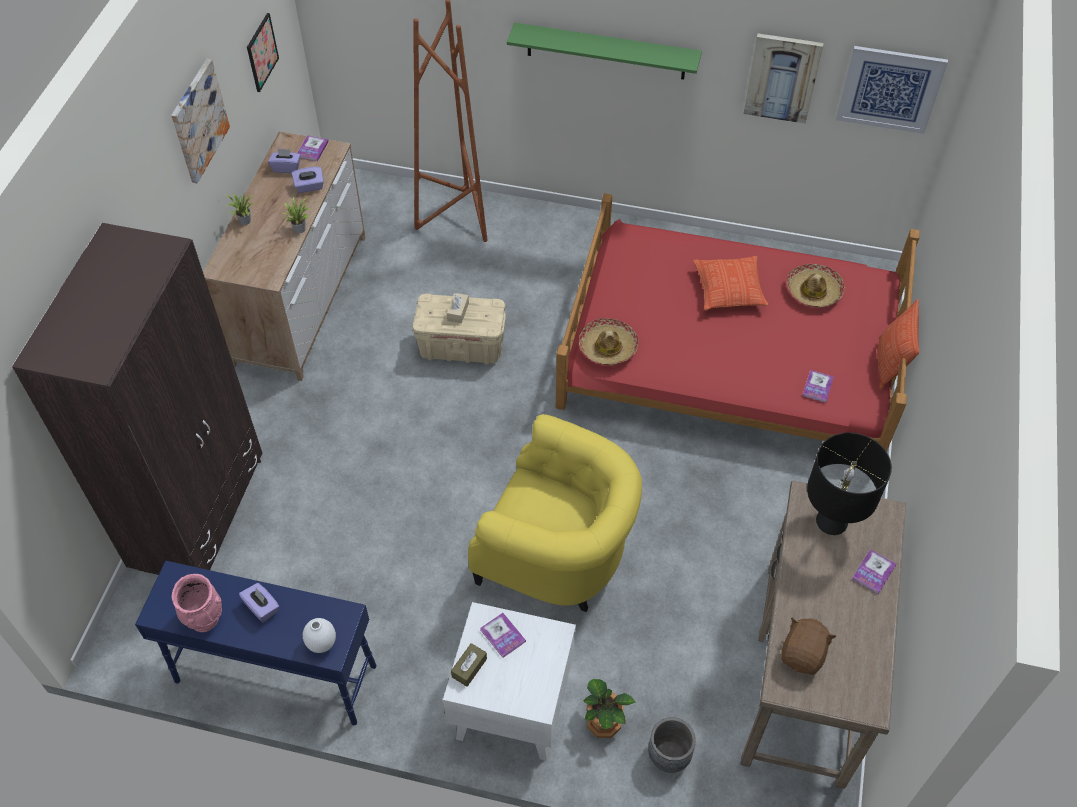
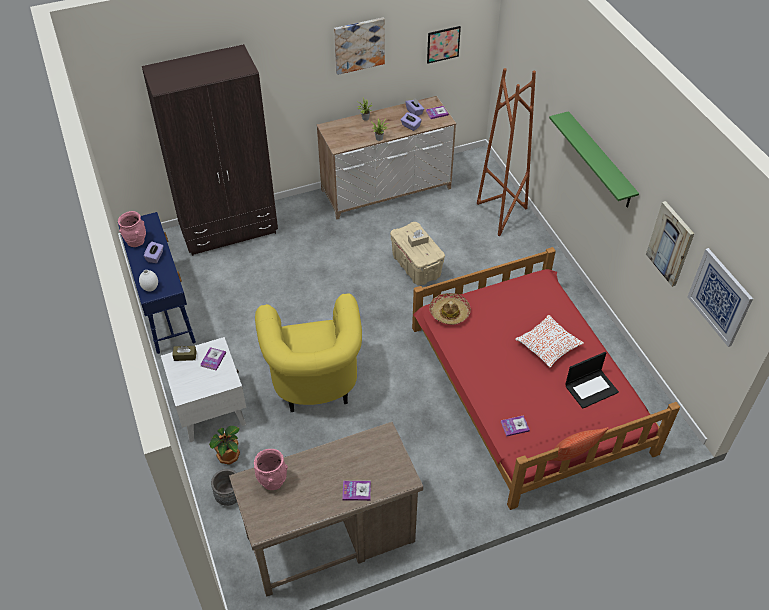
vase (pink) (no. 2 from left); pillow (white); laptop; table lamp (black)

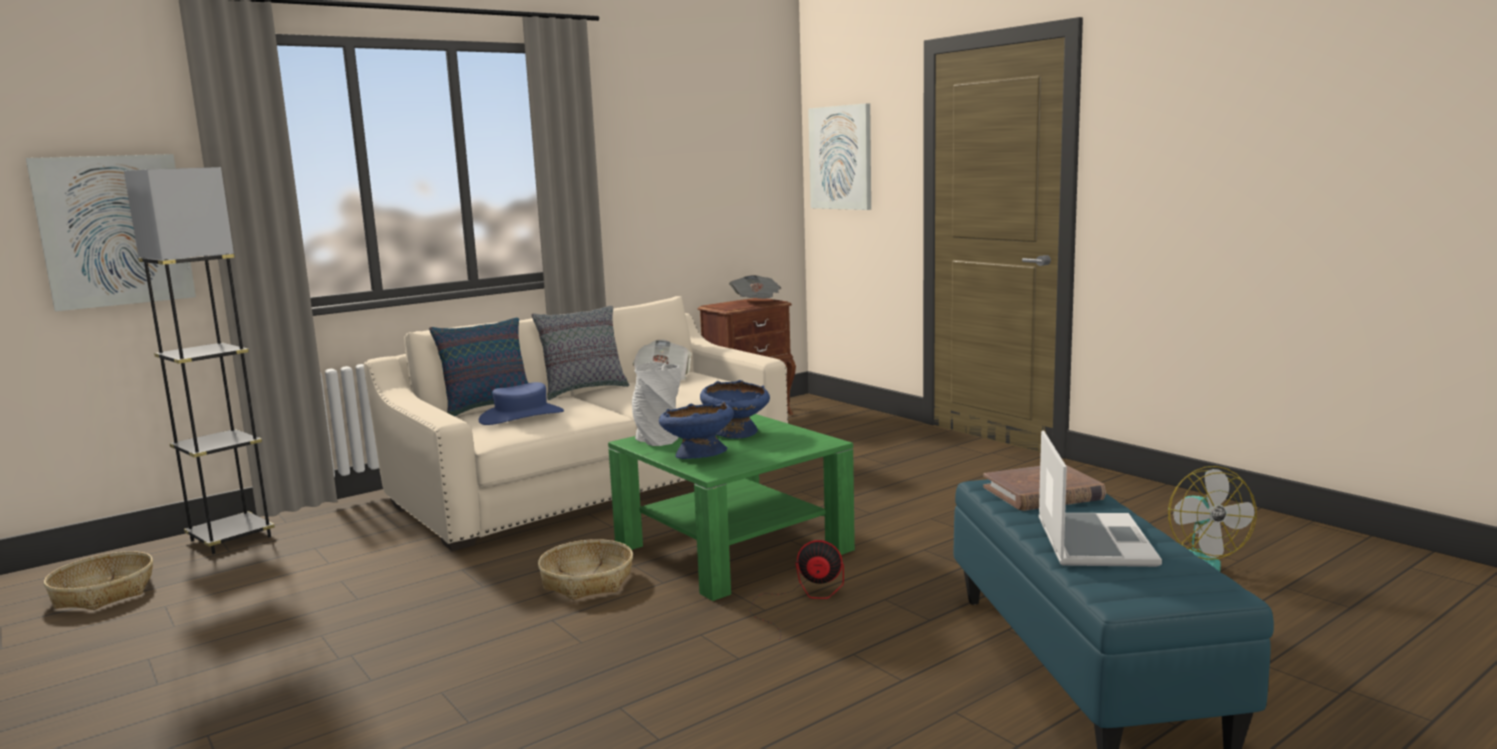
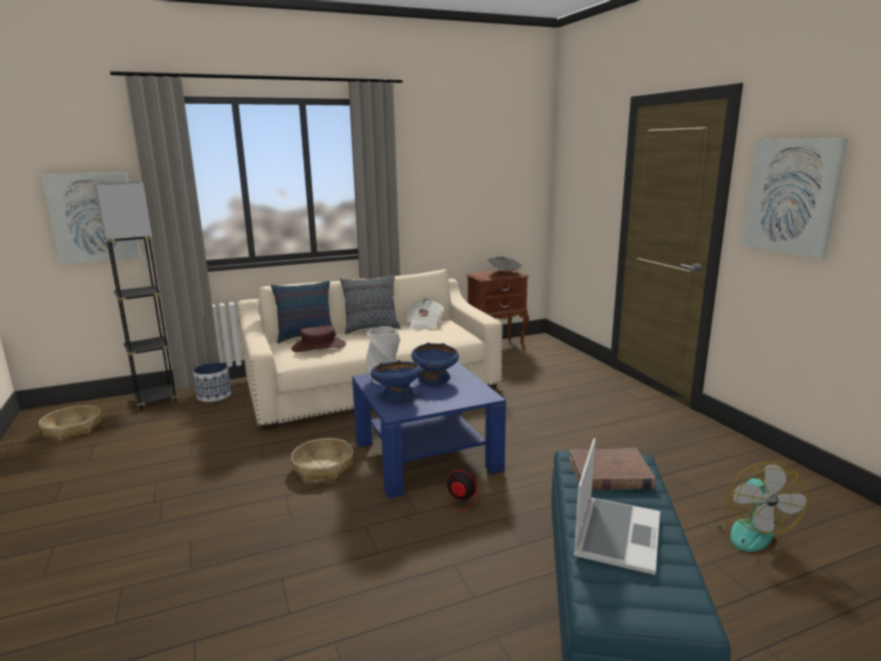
planter; hat (brown); coffee table (blue); picture (no. 2 from left)

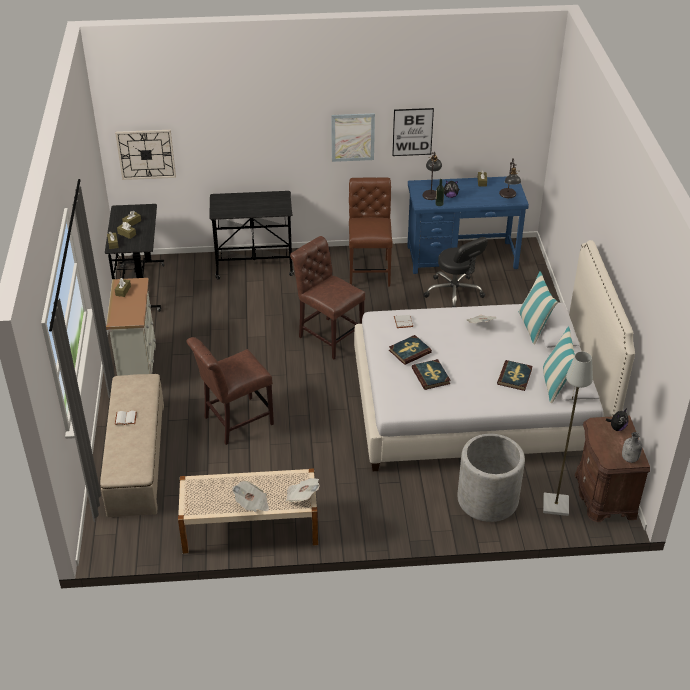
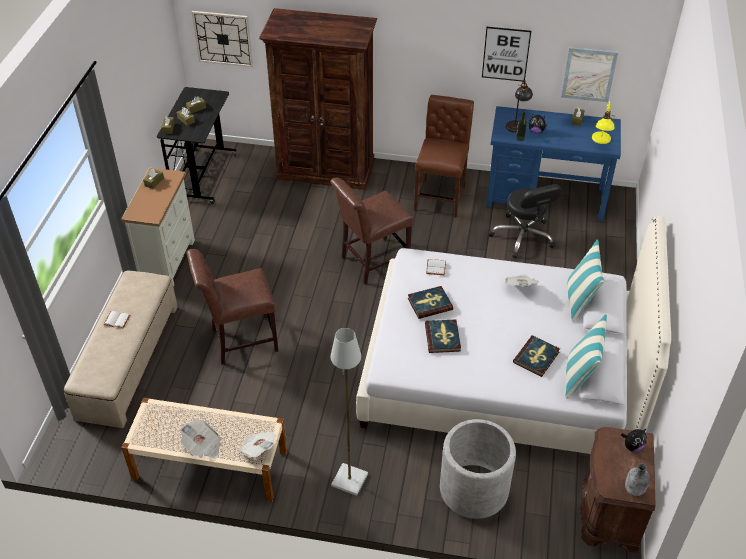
wardrobe (brown); chair (brown) (no. 2 from left); floor lamp (grey); picture (no. 2 from left); table lamp (yellow)

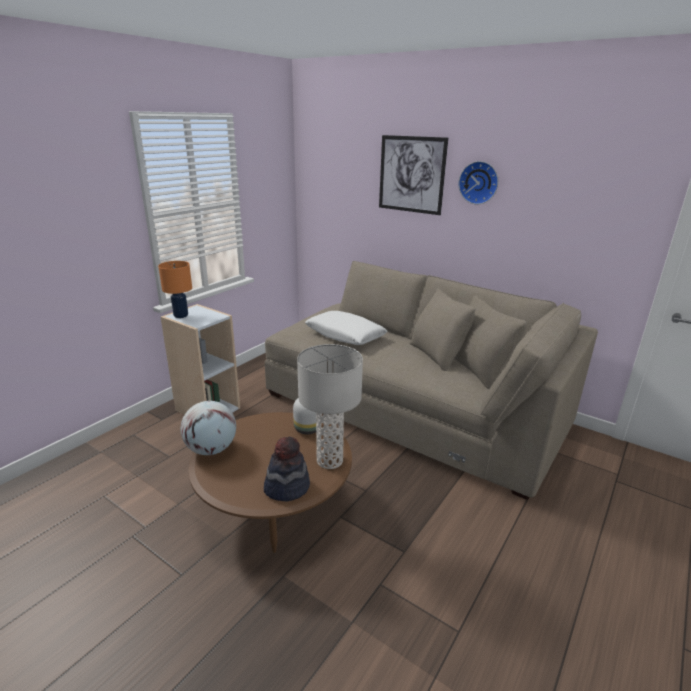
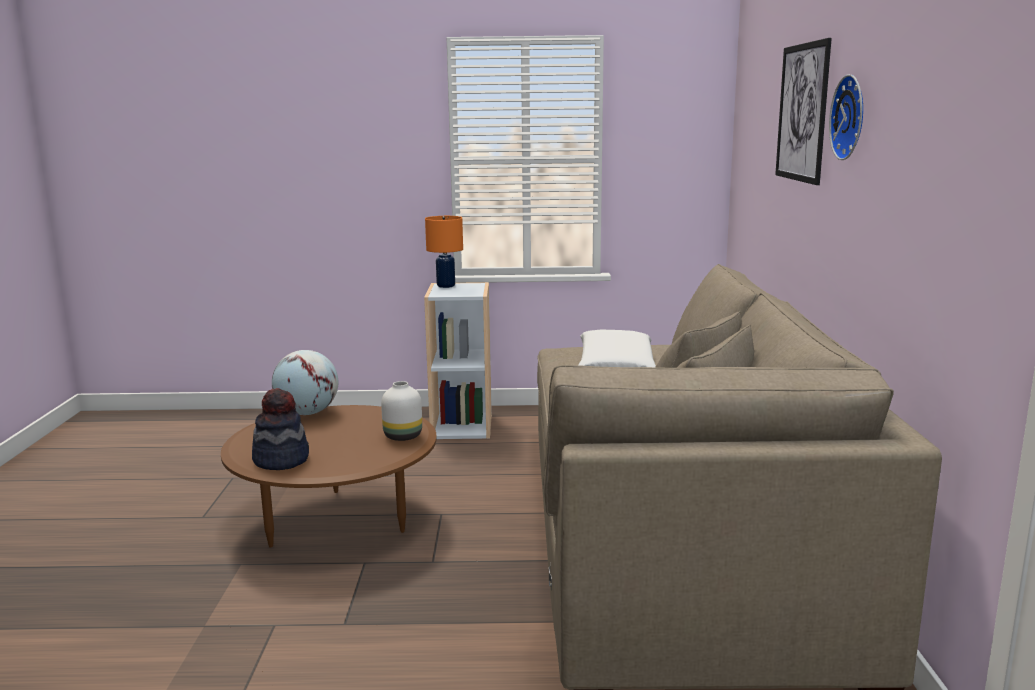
table lamp (white)

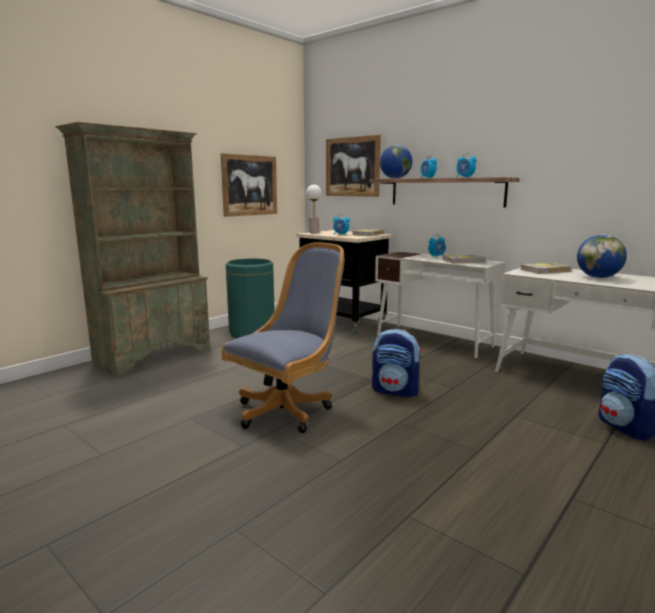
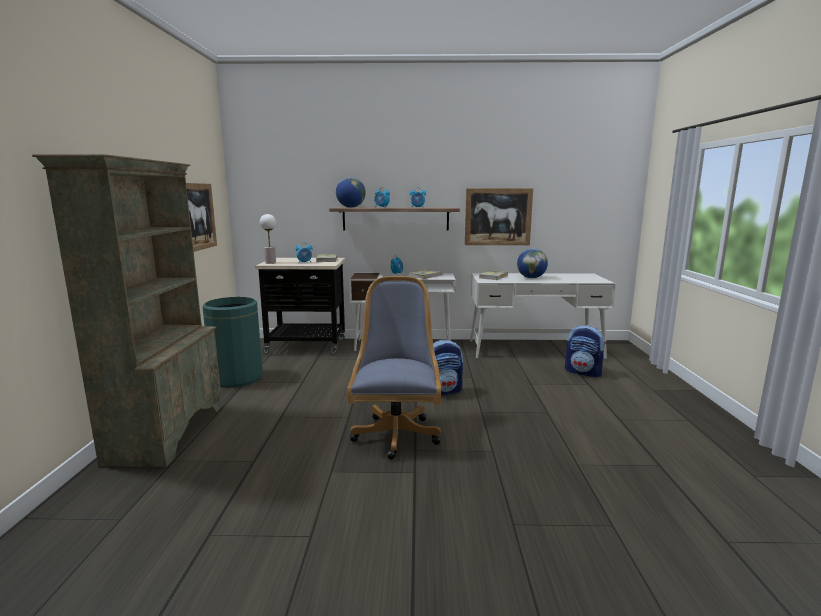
picture (no. 2 from left)

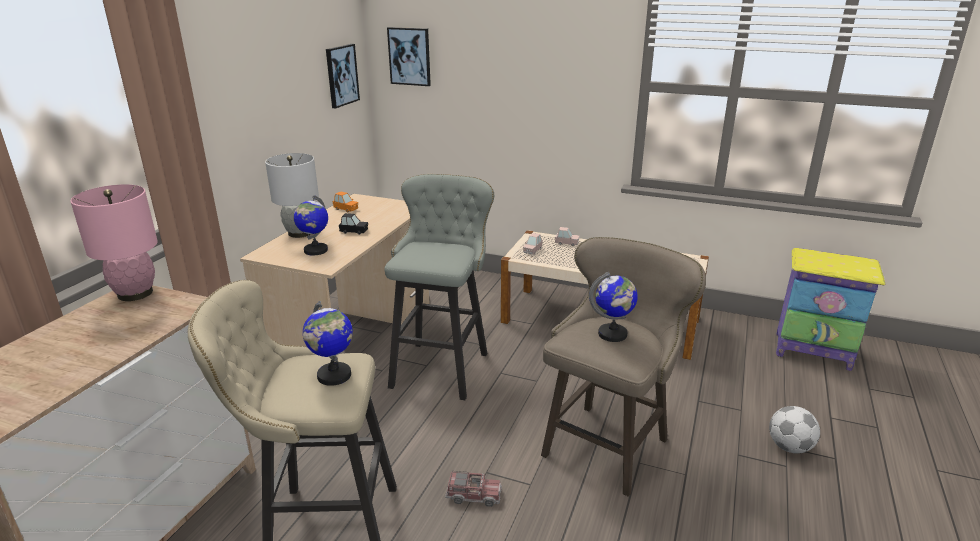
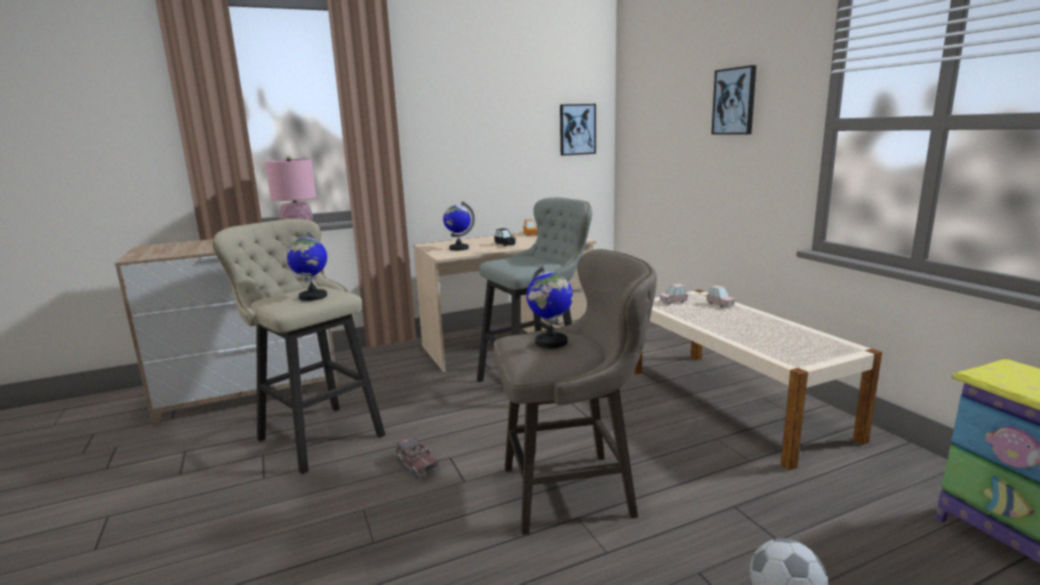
picture (no. 2 from left); table lamp (white)

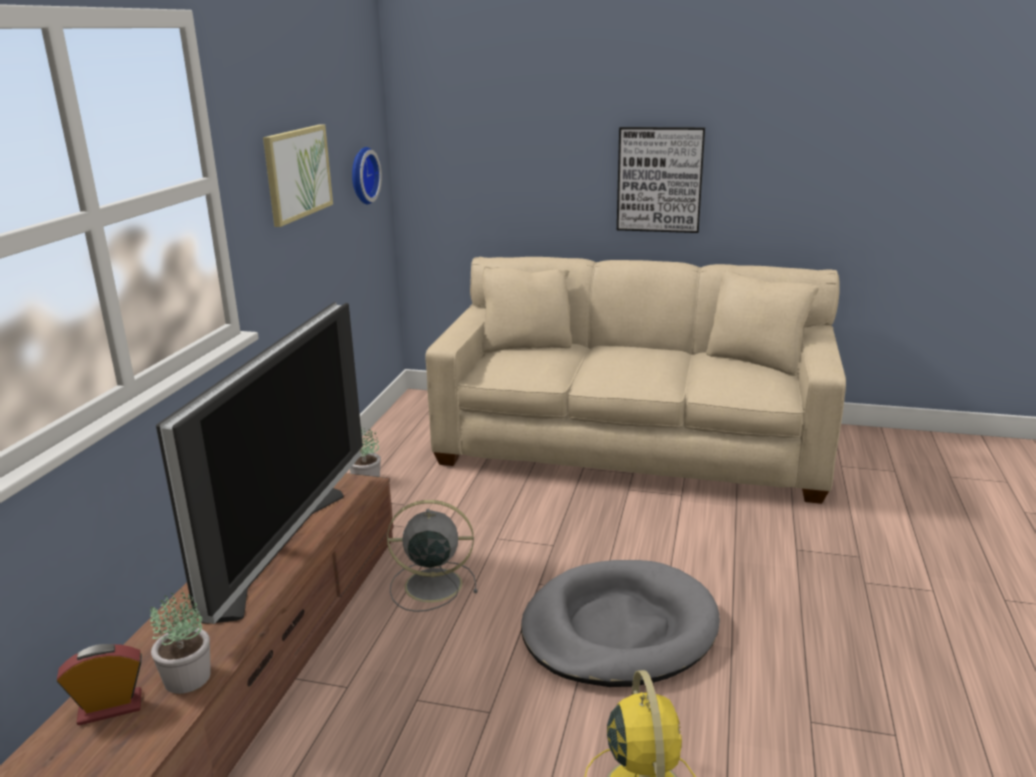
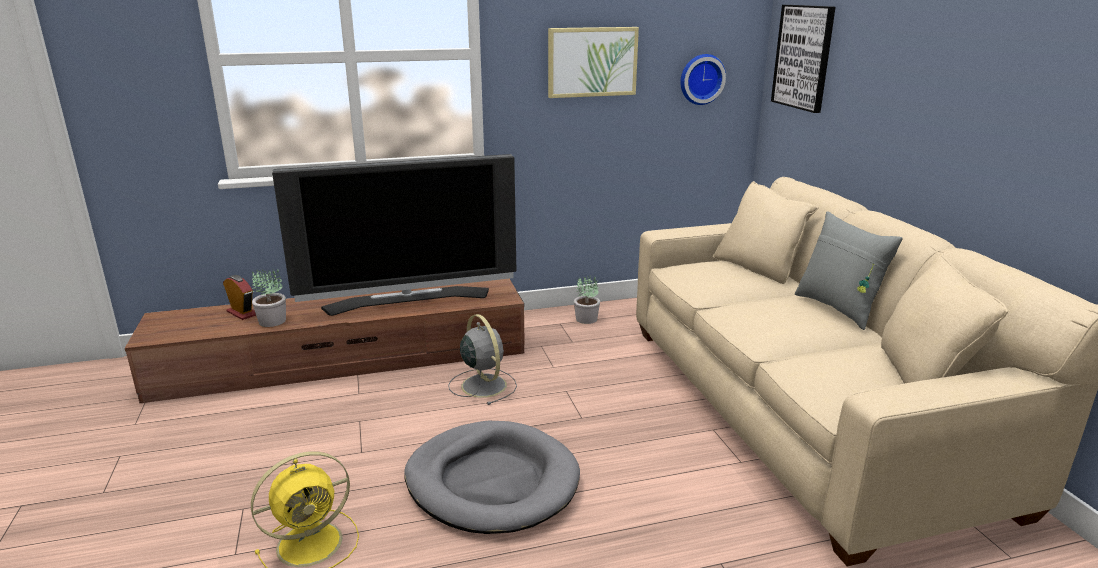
picture (no. 2 from left); pillow (grey)

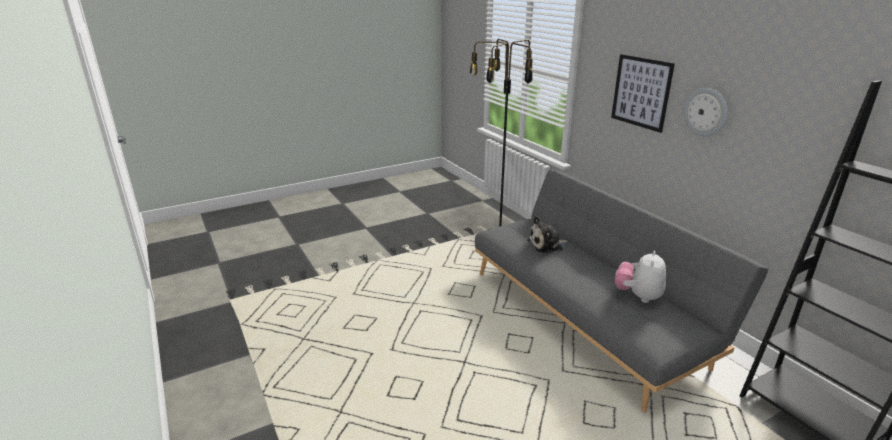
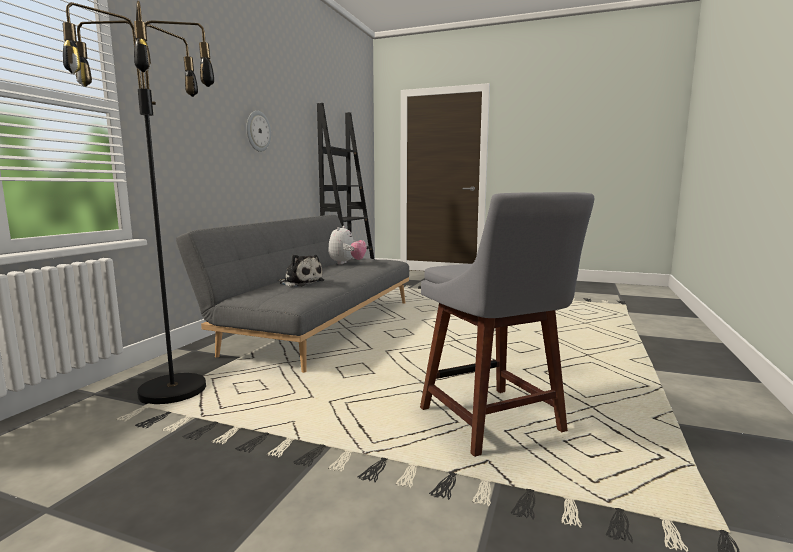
plush toy (no. 2 from left); stool (grey); picture

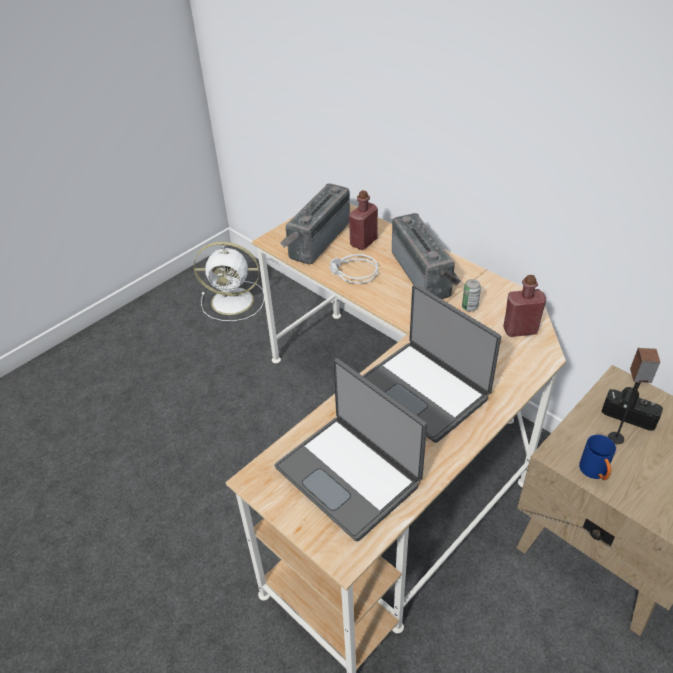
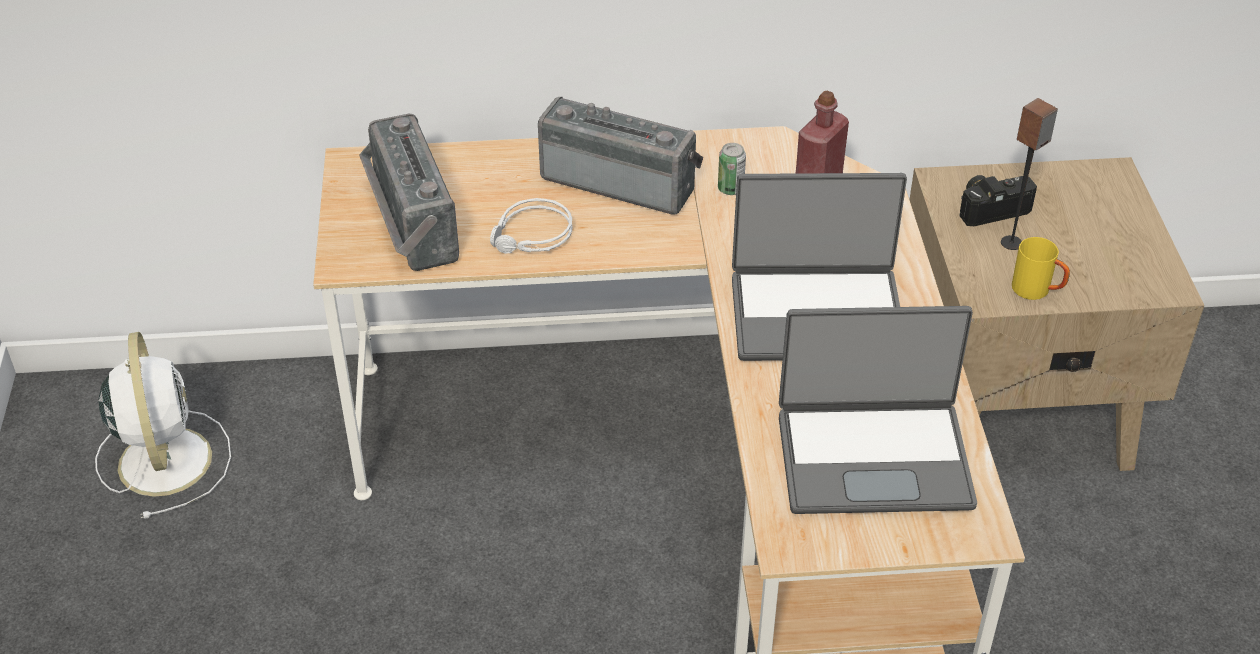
fan (white); mug (yellow); bottle (red) (no. 1 from left in the first image)

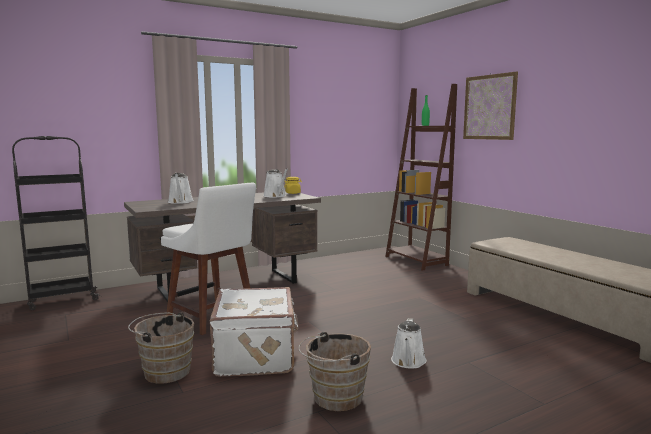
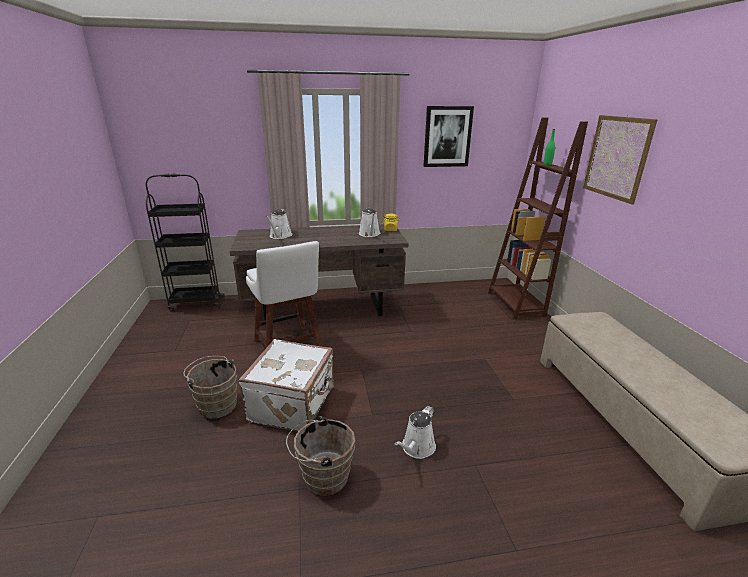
picture (no. 1 from left)

